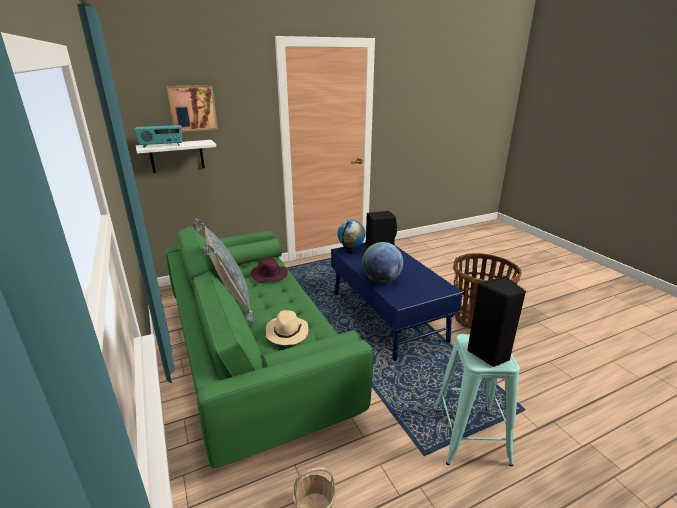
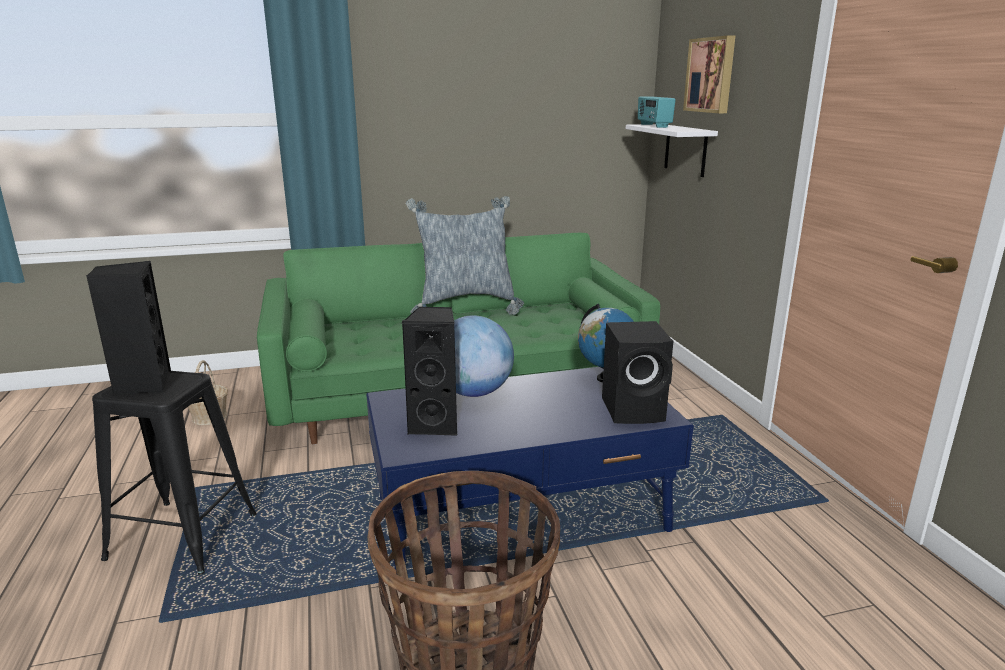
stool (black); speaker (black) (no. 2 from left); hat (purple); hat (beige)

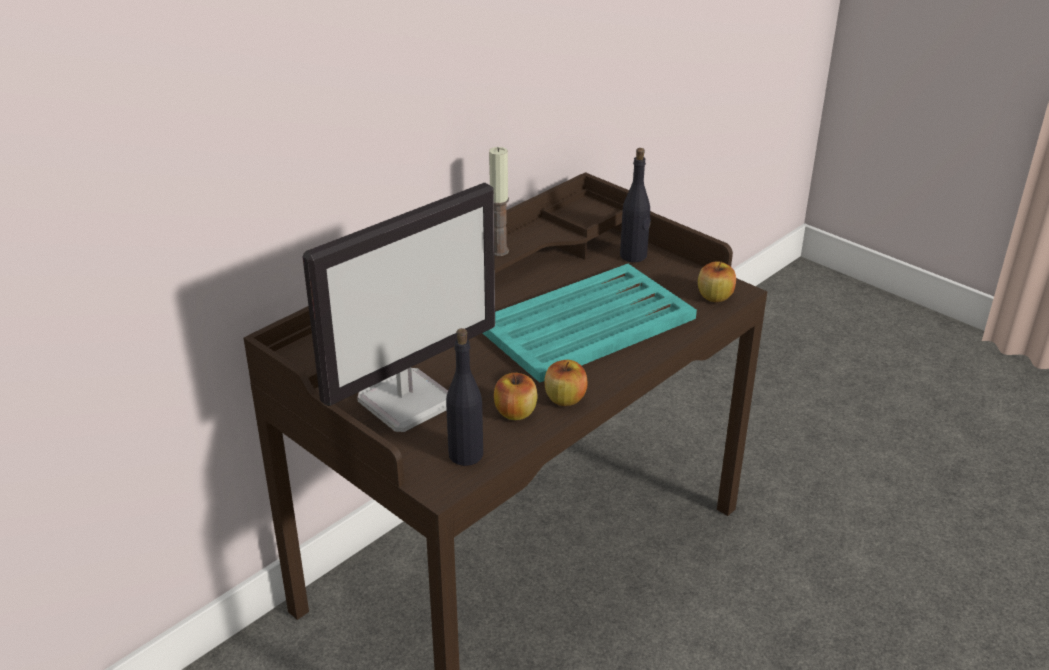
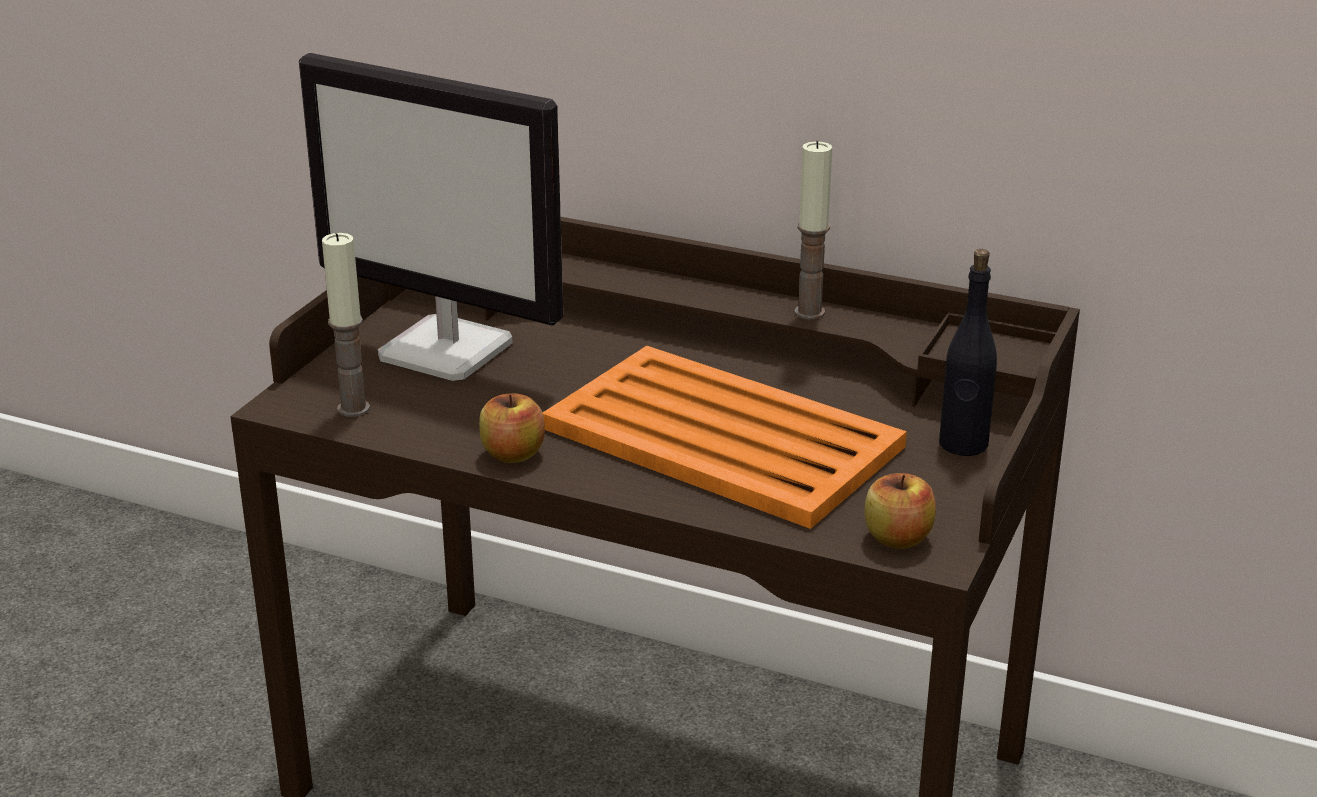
candle (no. 1 from left); tray (orange); apple (no. 1 from left in the first image)

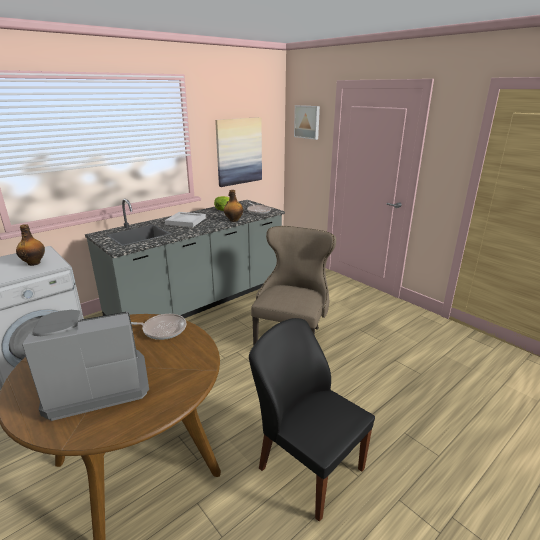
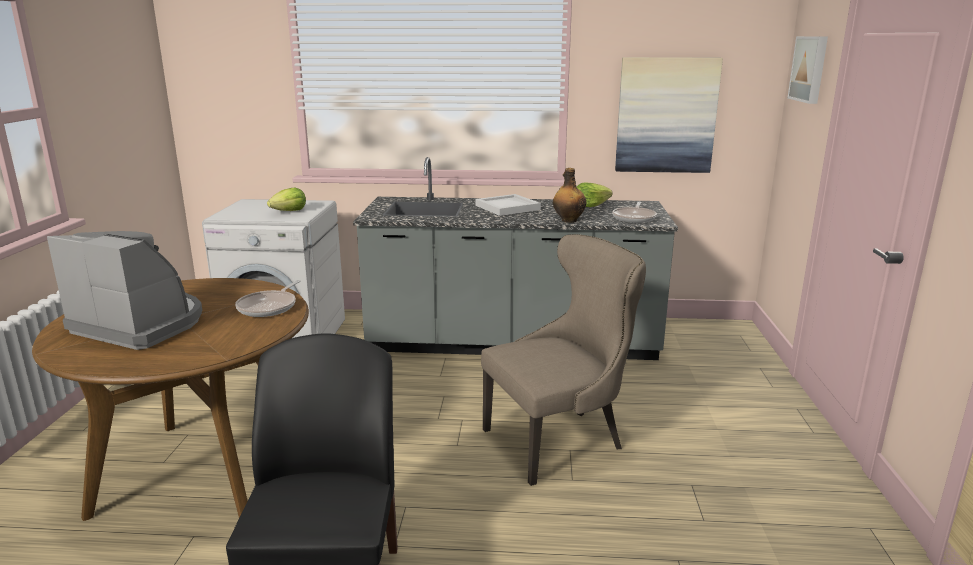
frying pan (no. 1 from left); lettuce (no. 1 from left)

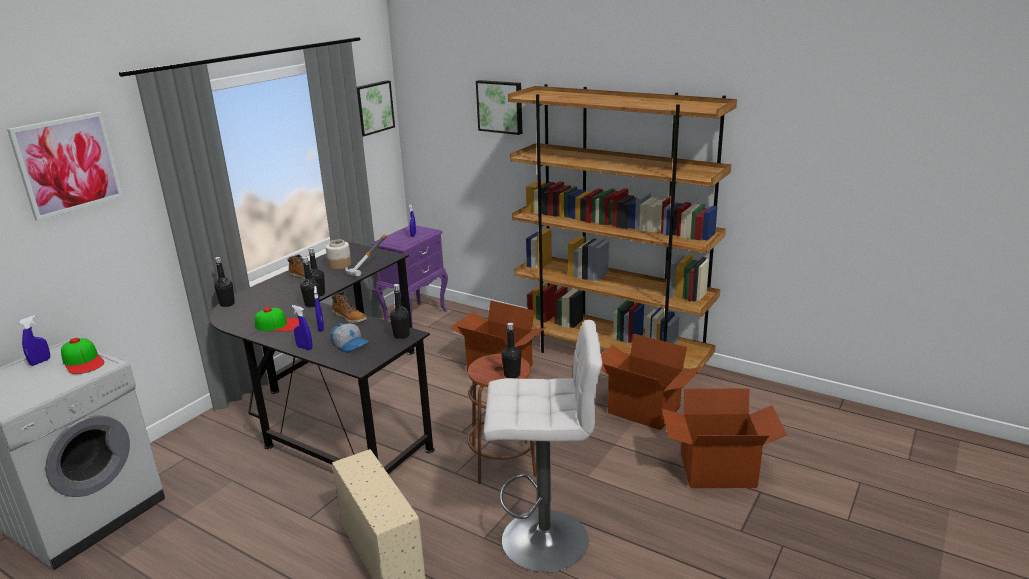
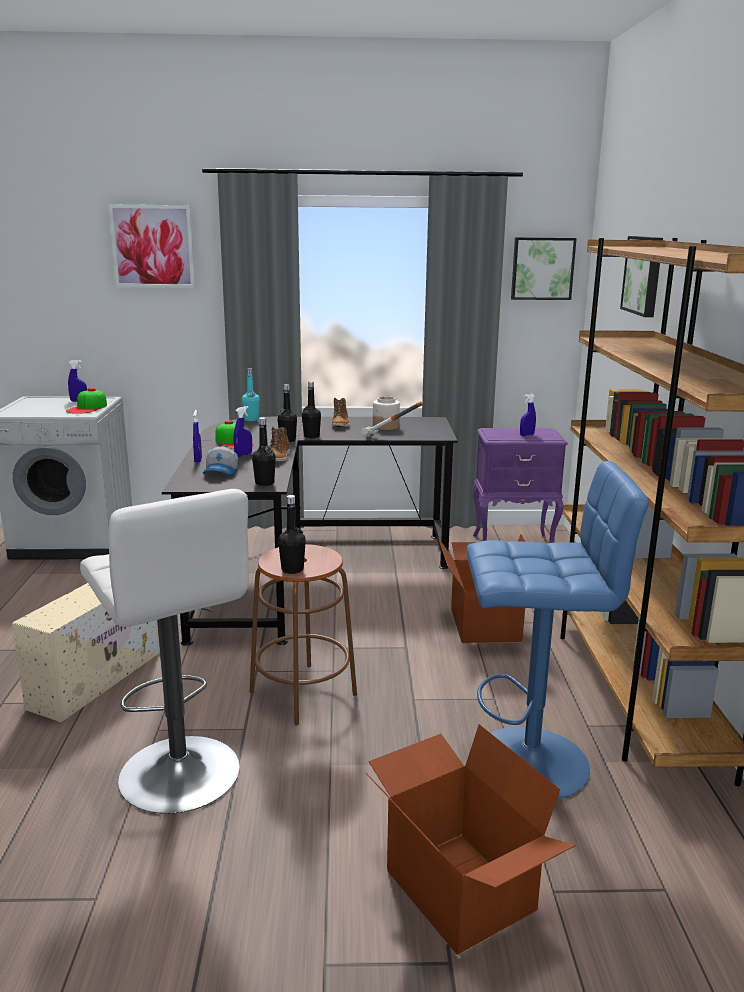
bottle (turquoise); stool (blue)

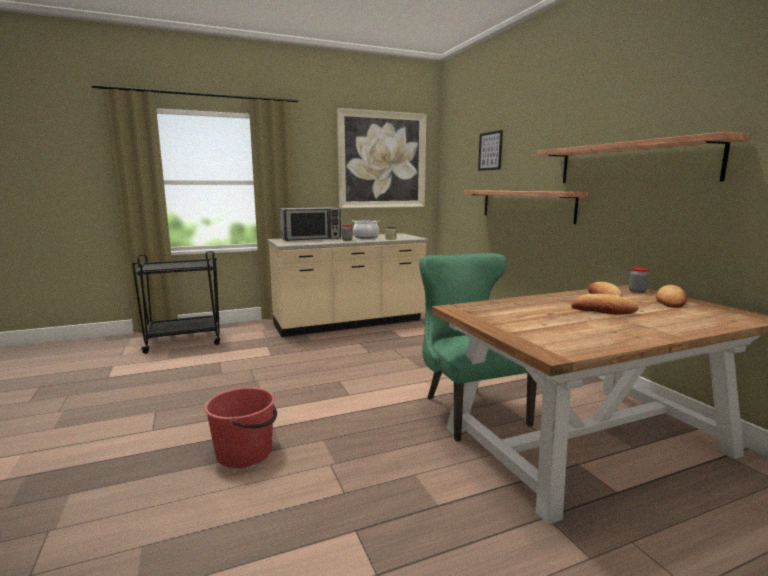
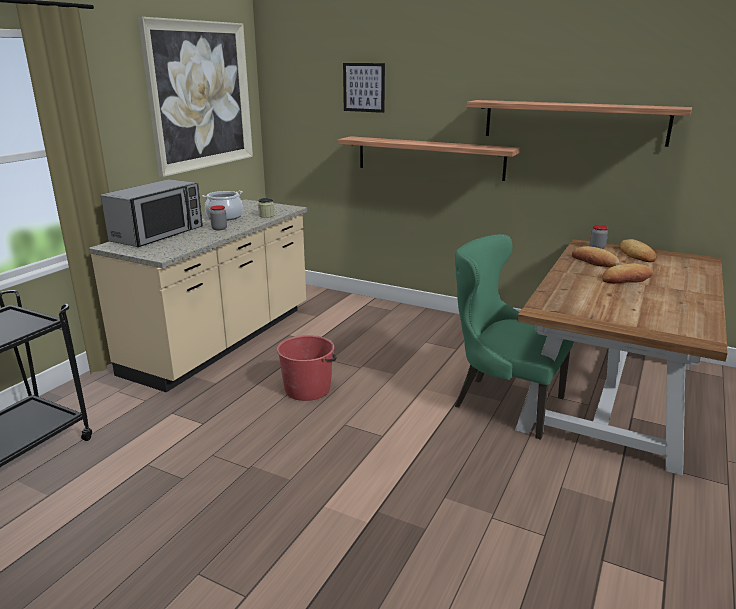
bucket (red)

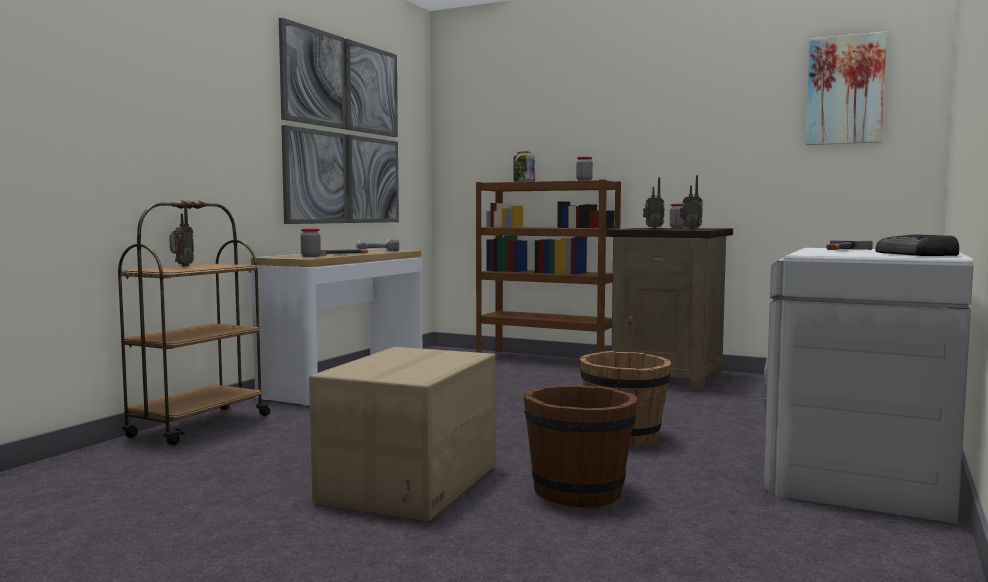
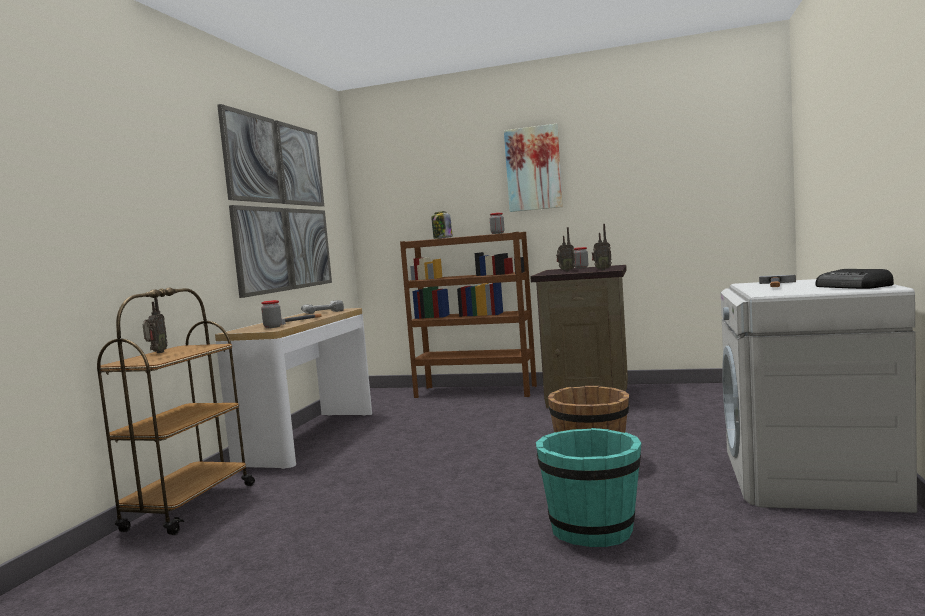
picture (no. 2 from left); bucket (turquoise); cardboard box

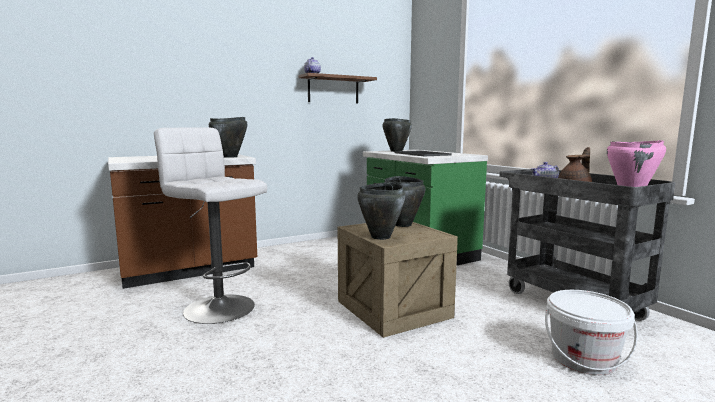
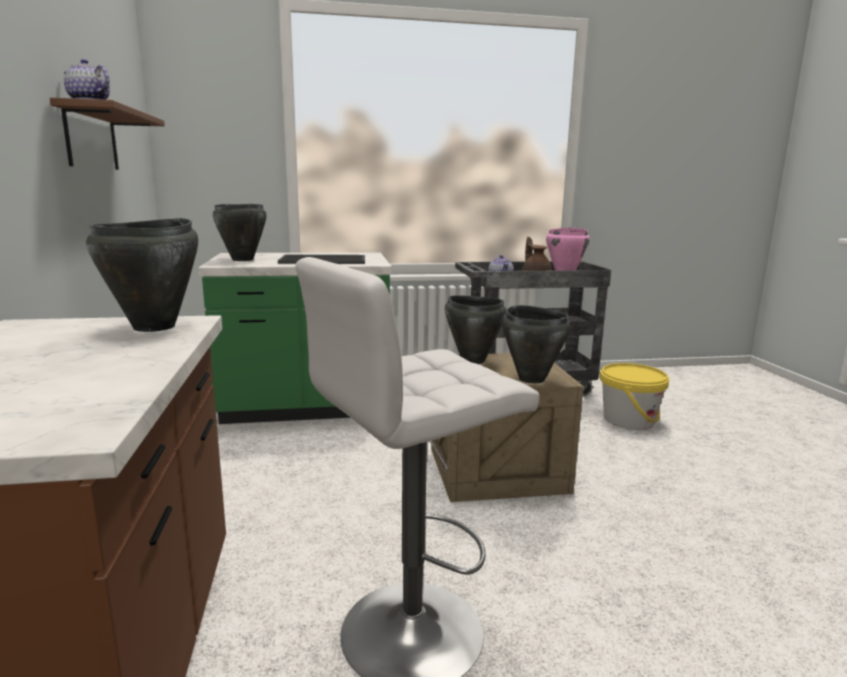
bucket (yellow)

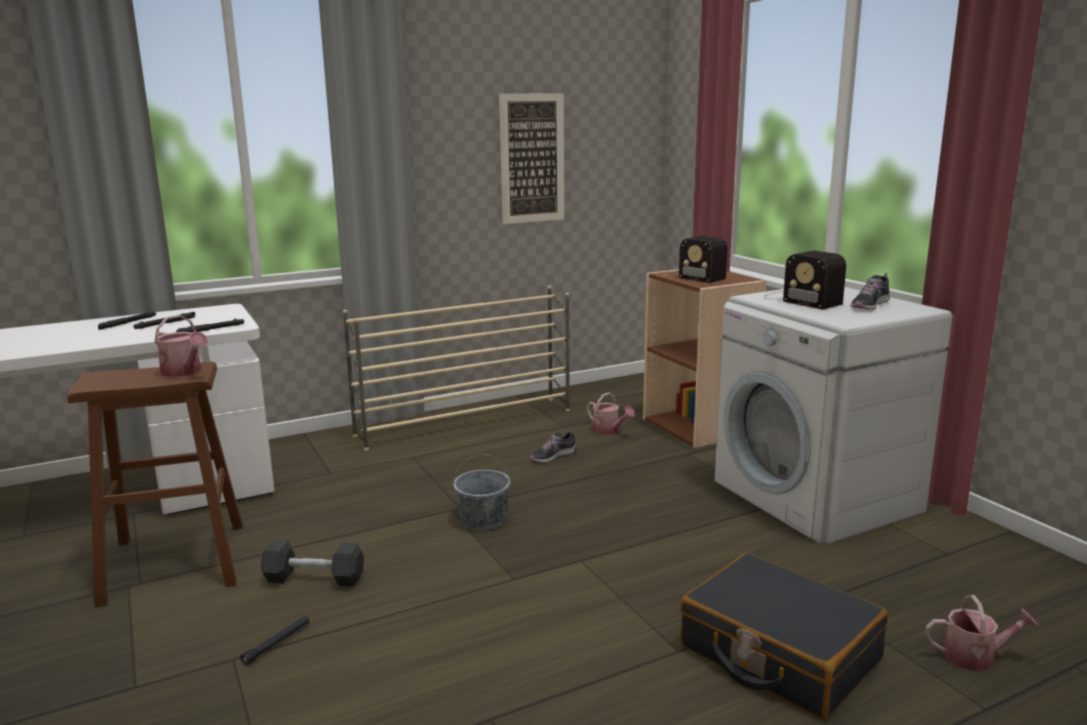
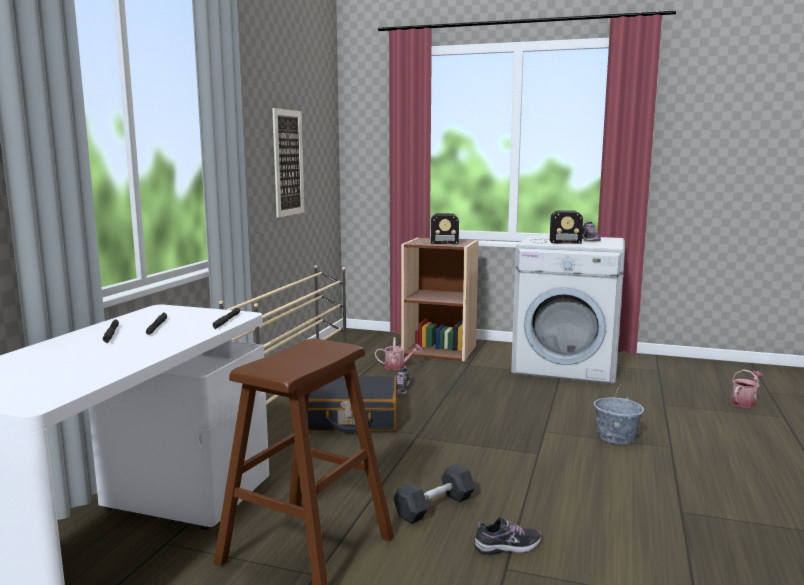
suitcase (black); shoe (no. 2 from left); bucket (grey); watering can (no. 1 from left in the first image)

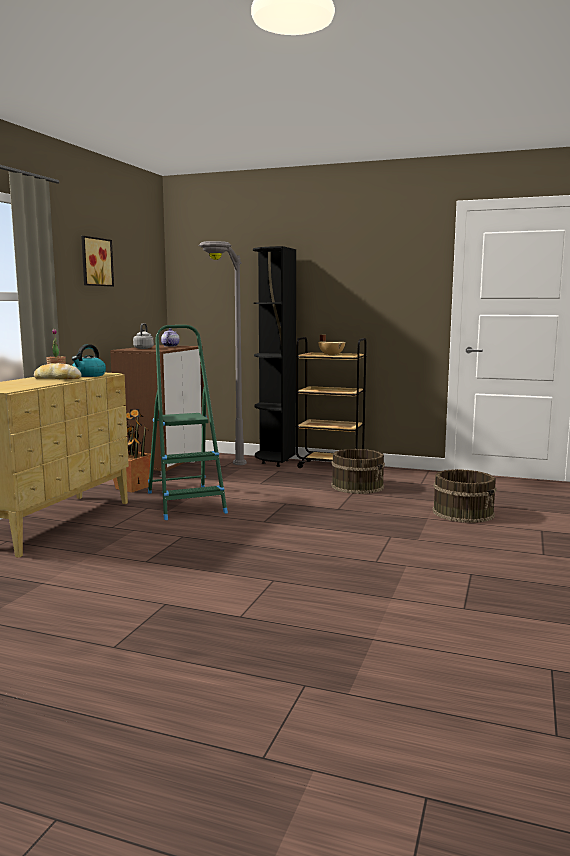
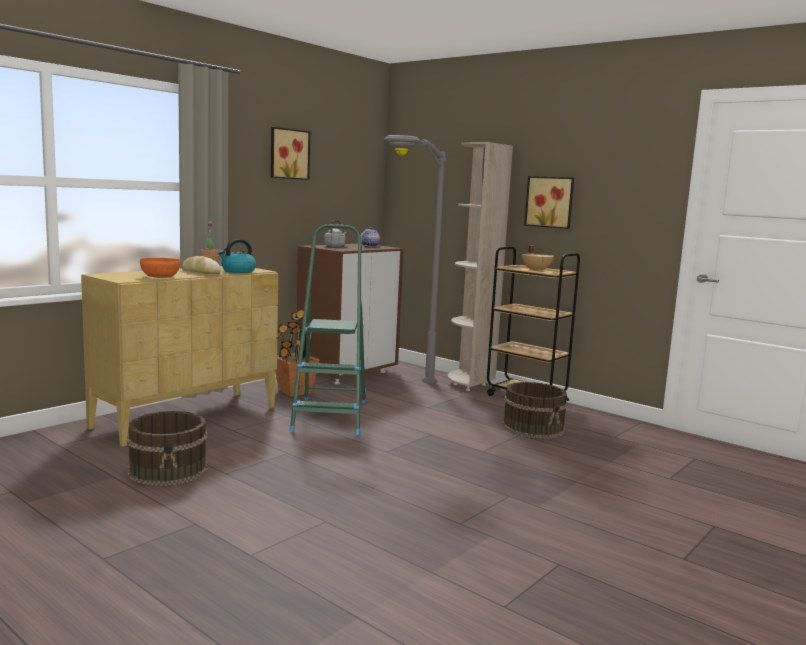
bucket (brown) (no. 1 from left); bowl (orange); bookcase (beige); picture (no. 2 from left)

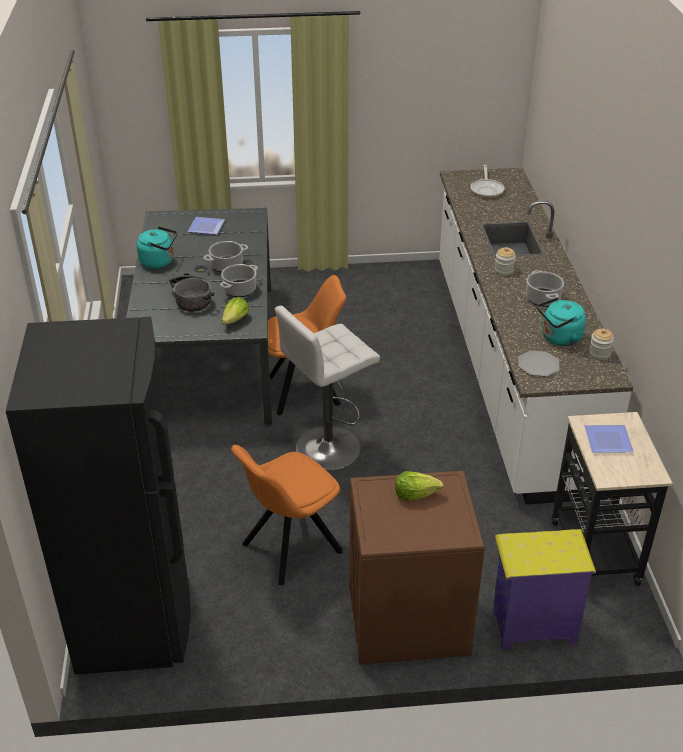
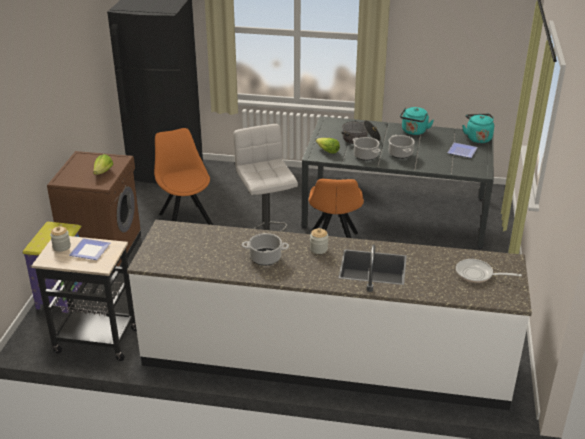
jar (no. 1 from left); kettle (turquoise) (no. 2 from left); plate (no. 2 from left in the first image)

